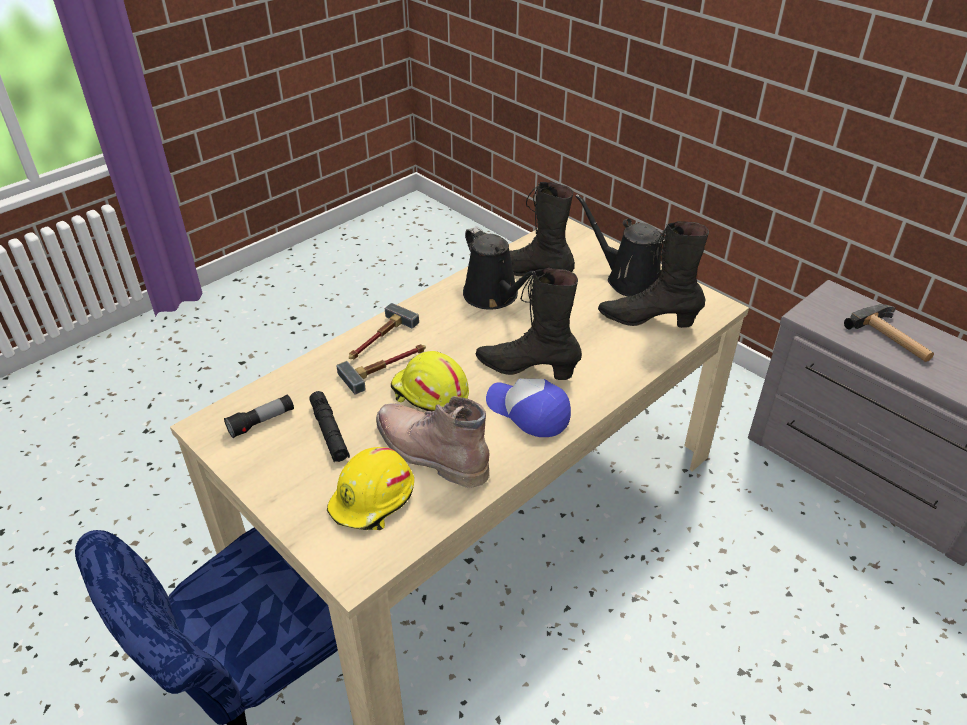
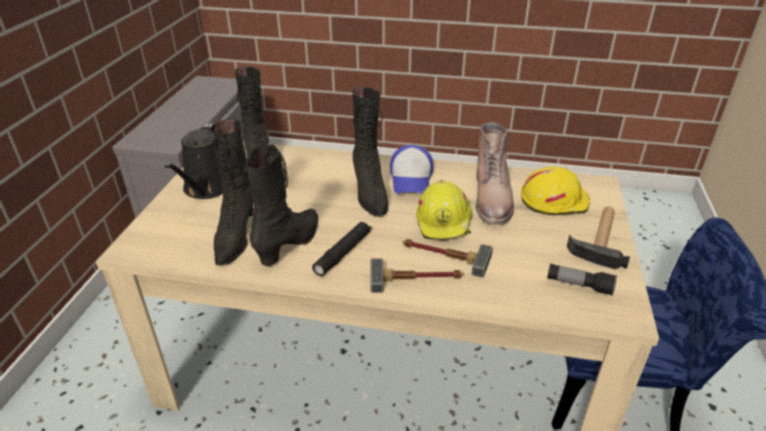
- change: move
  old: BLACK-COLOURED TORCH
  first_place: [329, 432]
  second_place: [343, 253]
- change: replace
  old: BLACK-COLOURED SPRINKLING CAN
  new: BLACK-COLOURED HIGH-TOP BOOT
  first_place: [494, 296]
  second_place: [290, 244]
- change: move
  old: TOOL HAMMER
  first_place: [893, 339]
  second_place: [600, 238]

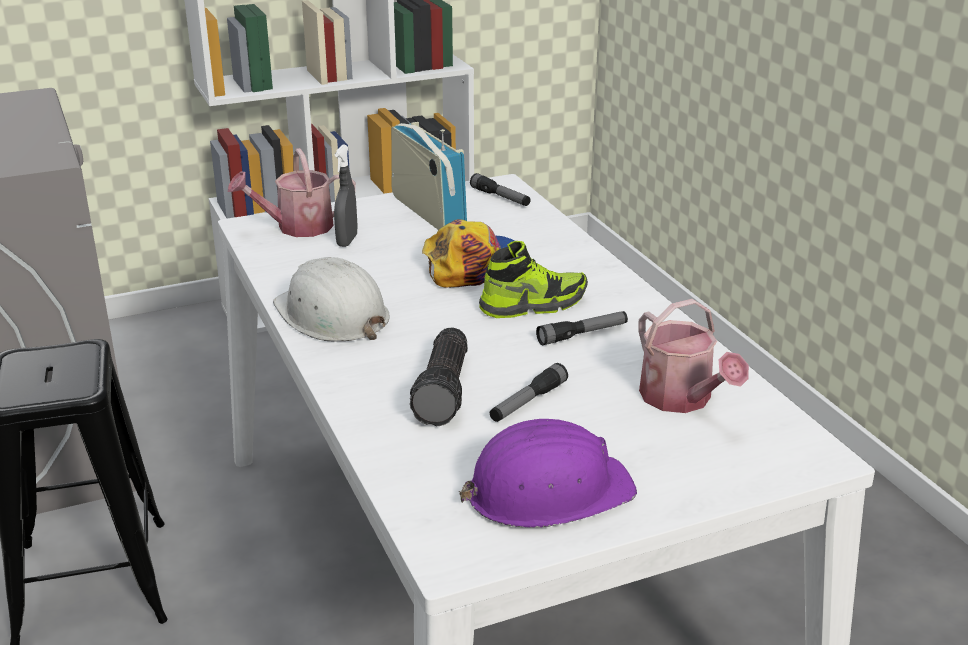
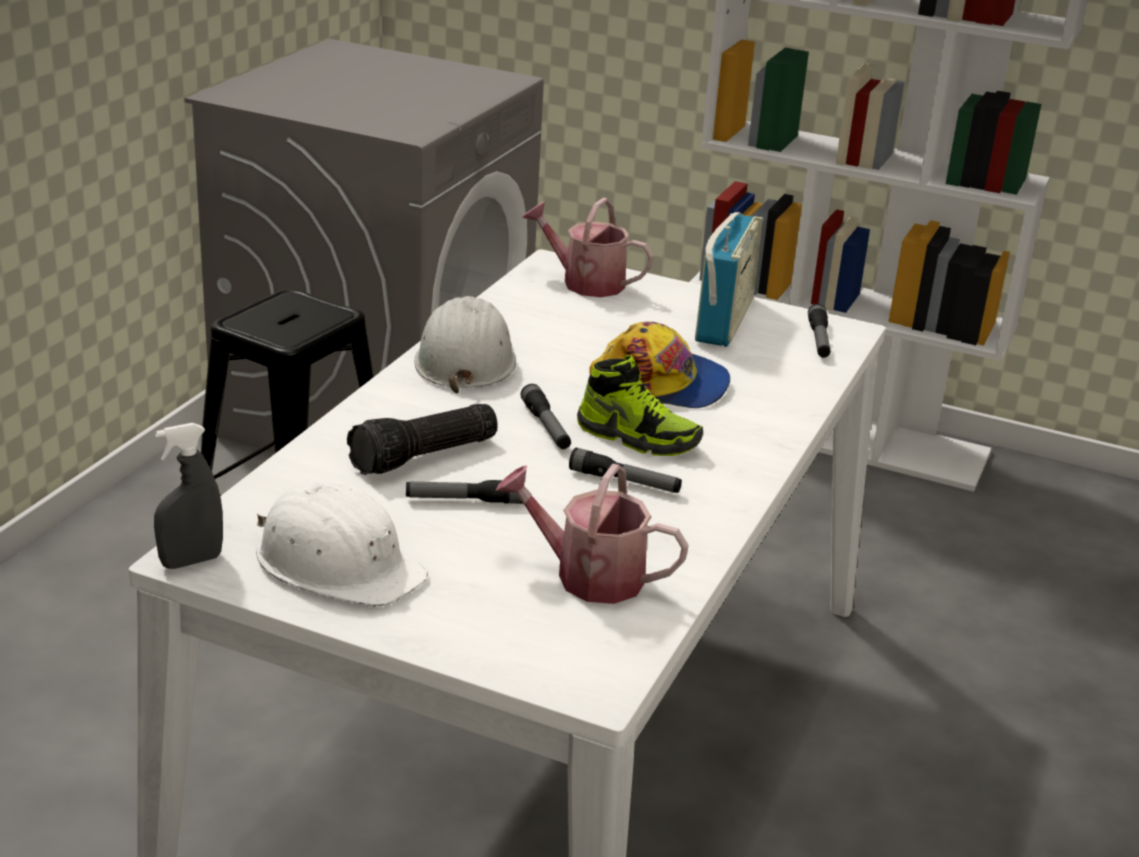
- change: move
  old: GRAY SPRAYER
  first_place: [347, 241]
  second_place: [191, 561]
- change: recolor
  old: PURPLE HARD HAT
  new: WHITE HARD HAT
  first_place: [547, 491]
  second_place: [338, 563]
- change: rotate
  old: SPRINKLING CAN
  first_place: [682, 399]
  second_place: [588, 575]
  degrees: 90
- change: insert
  new: TORCH
  second_place: [546, 427]

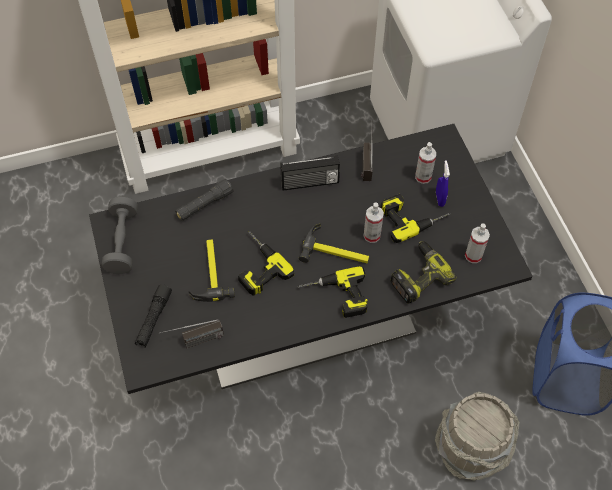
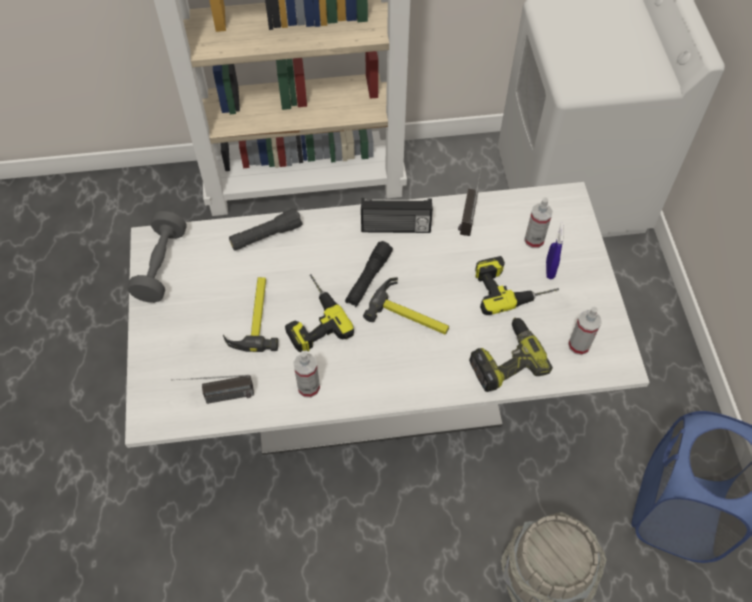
- change: recolor
  old: BLACK-COLOURED DINING TABLE
  new: WHITE DINING TABLE
  first_place: [306, 319]
  second_place: [376, 389]
- change: move
  old: BLACK-COLOURED TORCH
  first_place: [154, 319]
  second_place: [368, 278]
- change: delete
  old: DRILL
  first_place: [335, 297]
- change: move
  old: SPRAYER
  first_place: [372, 235]
  second_place: [308, 387]

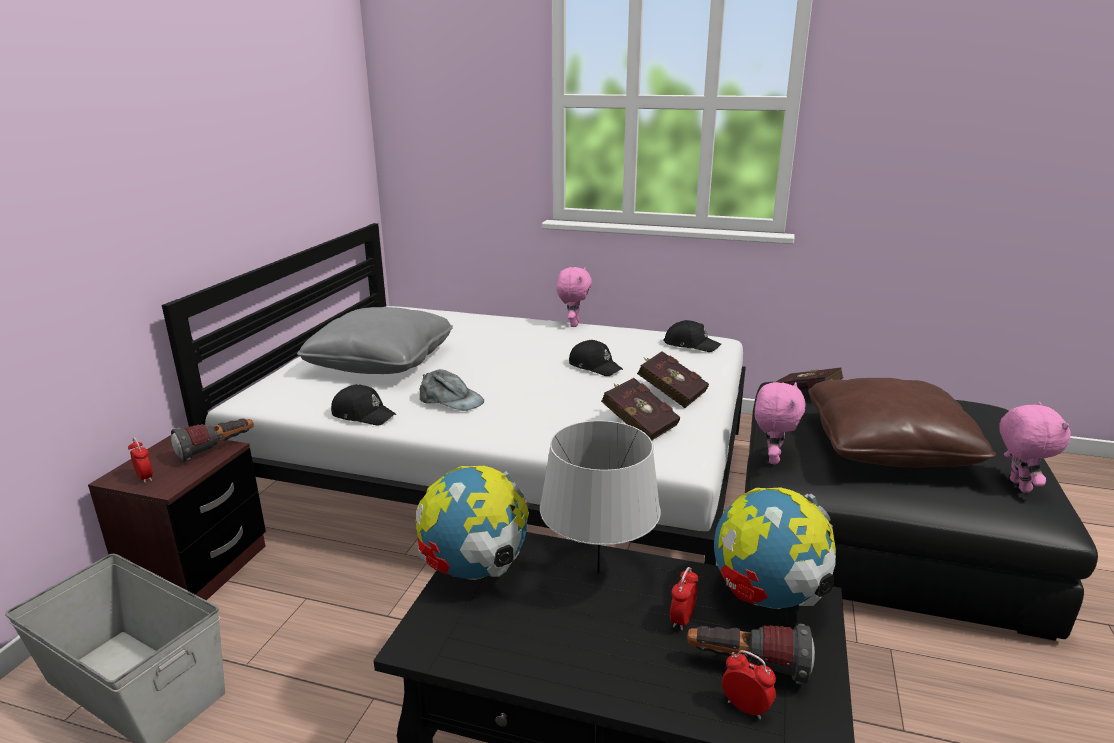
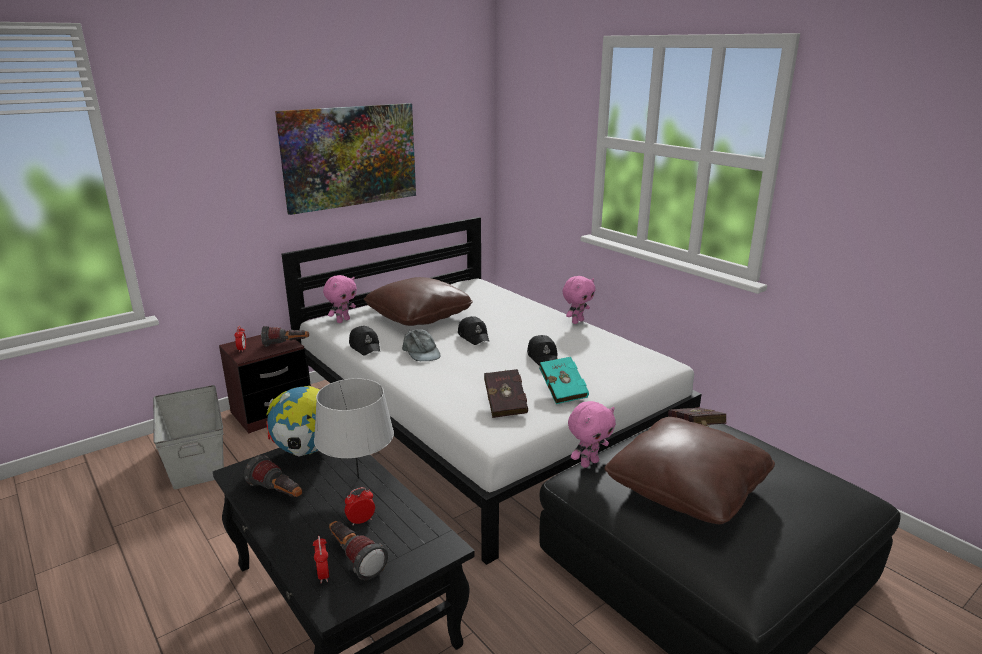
- change: recolor
  old: GRAY PILLOW
  new: BROWN-COLOURED PILLOW
  first_place: [381, 362]
  second_place: [419, 316]
- change: recolor
  old: REDDISH BOUND BOOK
  new: TURQUOISE BOUND BOOK
  first_place: [669, 393]
  second_place: [562, 391]
- change: move
  old: BLACK-COLOURED CAP
  first_place: [691, 344]
  second_place: [474, 336]
- change: delete
  old: GLOBE
  first_place: [767, 597]
- change: move
  old: PINK-COLOURED PLUSH TOY
  first_place: [1017, 486]
  second_place: [343, 320]
- change: insert
  new: TORCH
  second_place: [278, 493]
- change: insert
  new: WALL PICTURE
  second_place: [350, 156]

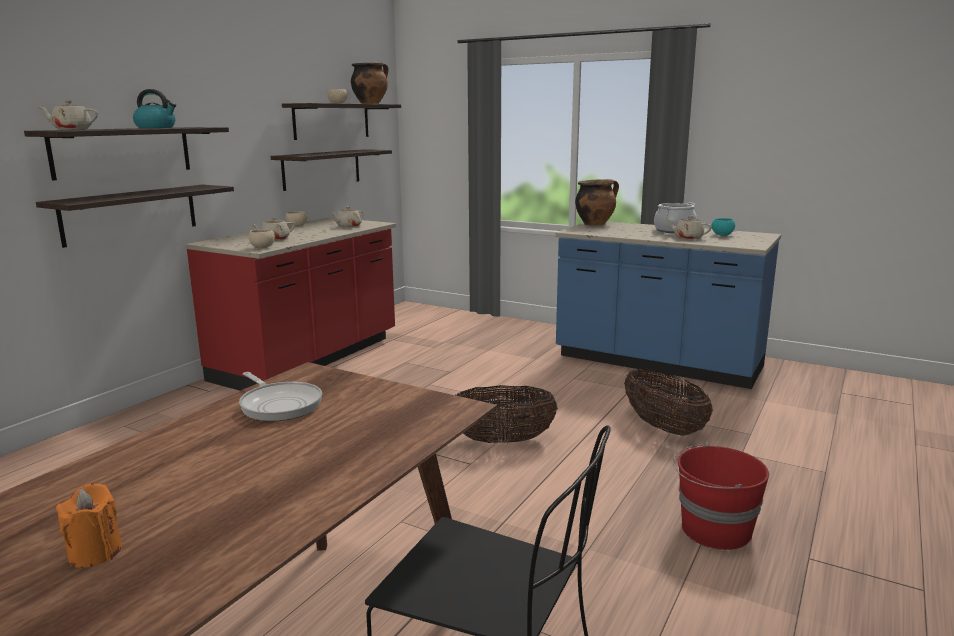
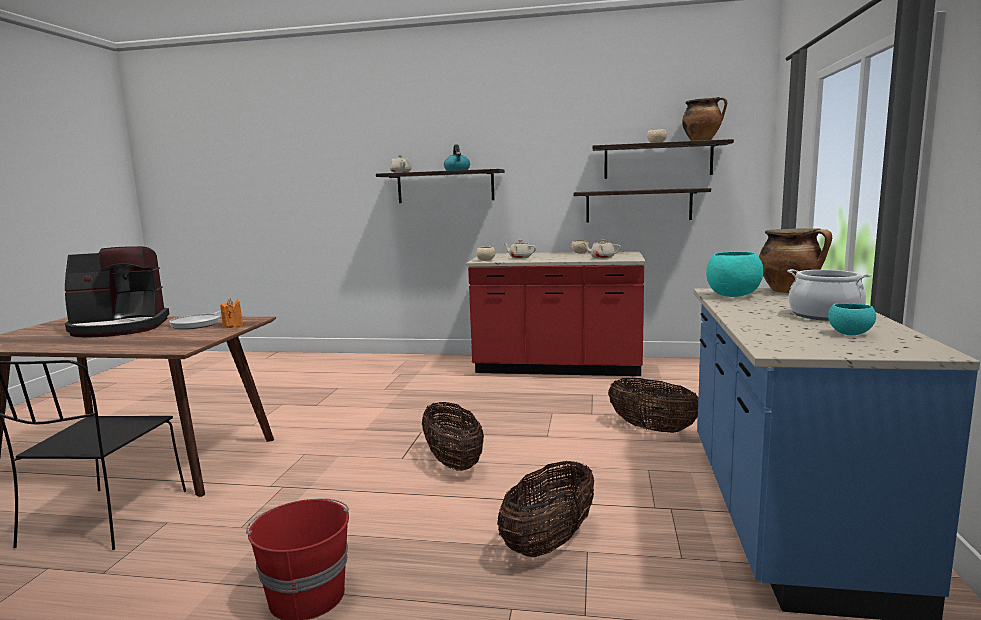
- change: delete
  old: WALL SHELF
  first_place: [131, 214]
- change: move
  old: ORANGE-COLOURED CANDLE
  first_place: [95, 553]
  second_place: [233, 326]
- change: delete
  old: BEIGE POT FOR TEA
  first_place: [687, 238]
- change: insert
  new: COFFEE MAKER
  second_place: [119, 328]
- change: insert
  new: BASKET
  second_place: [652, 429]
- change: insert
  new: TURQUOISE BOWL
  second_place: [733, 296]

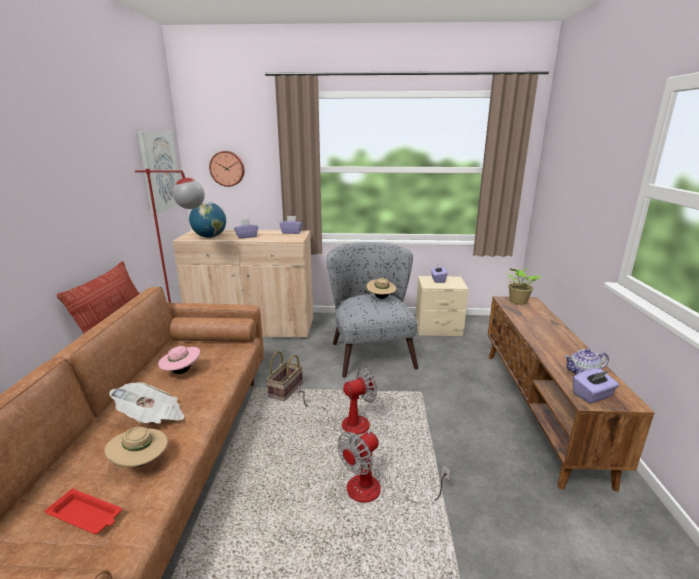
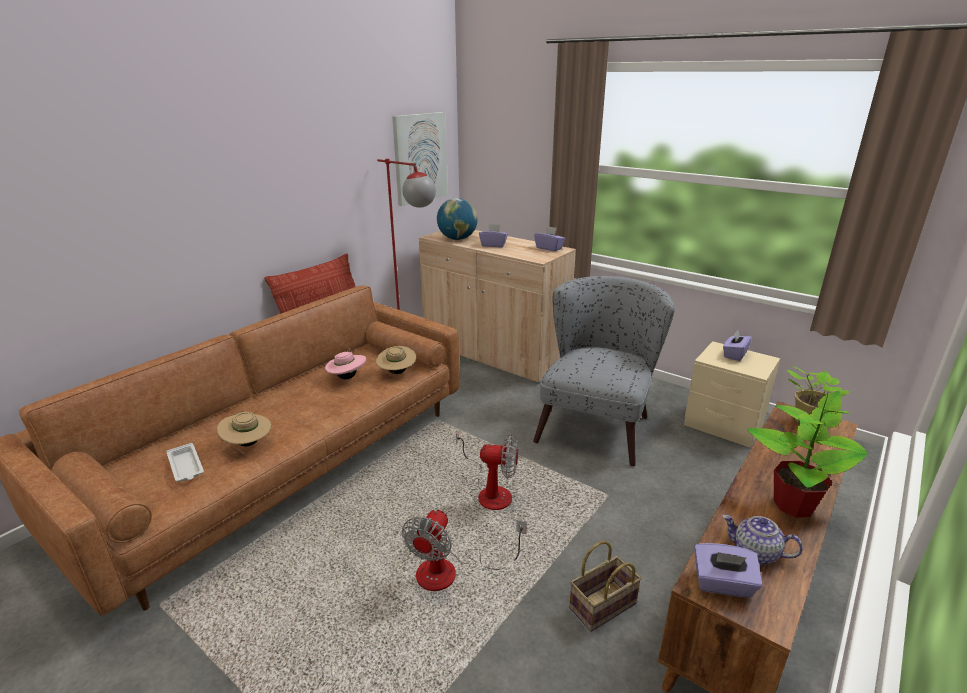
- change: recolor
  old: REDDISH CARRYING TRAY
  new: WHITE CARRYING TRAY
  first_place: [86, 515]
  second_place: [186, 466]
- change: delete
  old: PRINTED PAPER
  first_place: [152, 417]
- change: delete
  old: CLOCK ON THE WALL
  first_place: [227, 168]
- change: move
  old: BASKET
  first_place: [286, 390]
  second_place: [602, 607]
- change: rotate
  old: COOLING FAN
  first_place: [377, 491]
  second_place: [451, 572]
  degrees: -60
- change: move
  old: BEIGE HAT
  first_place: [381, 298]
  second_place: [397, 372]
- change: insert
  new: POTTED PLANT
  second_place: [793, 504]

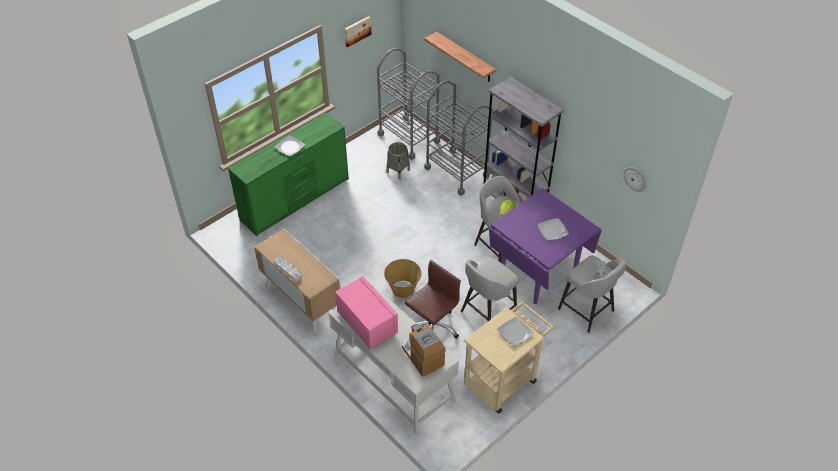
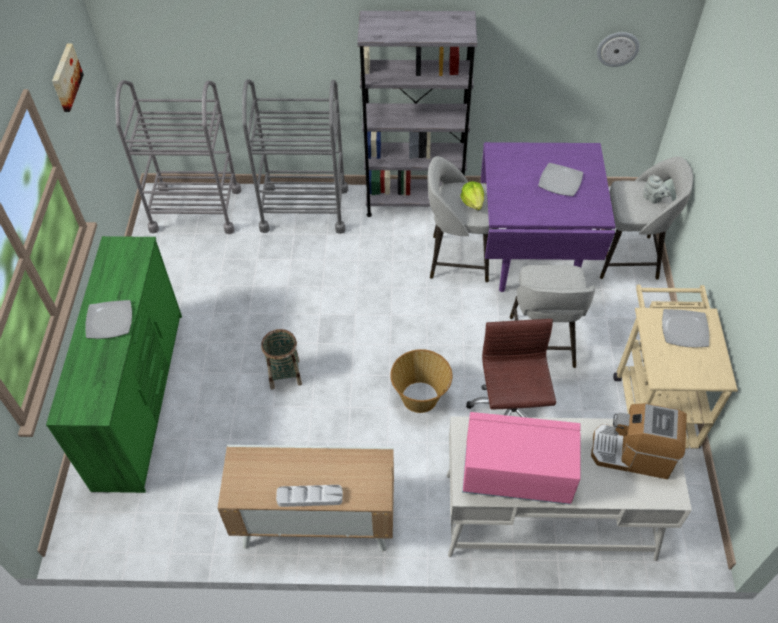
- change: move
  old: BASKET
  first_place: [398, 171]
  second_place: [284, 374]
- change: delete
  old: WALL SHELF
  first_place: [465, 57]

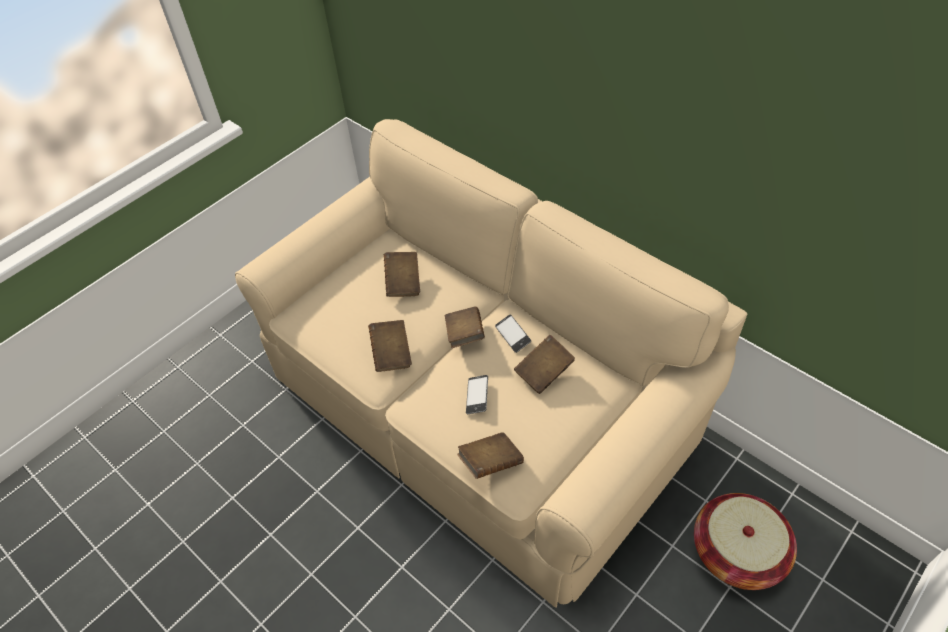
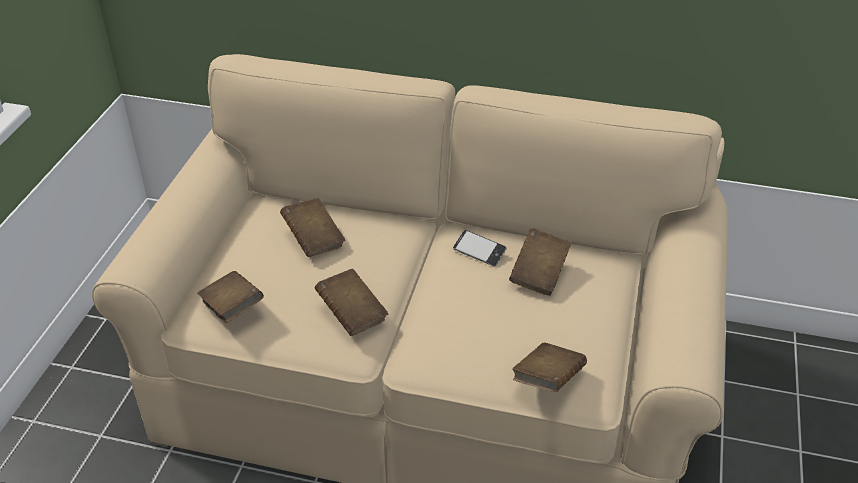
- change: move
  old: BROWN-COLOURED BOUND BOOK
  first_place: [464, 335]
  second_place: [232, 308]
- change: delete
  old: PHONE
  first_place: [477, 396]
- change: delete
  old: BASKET
  first_place: [737, 552]

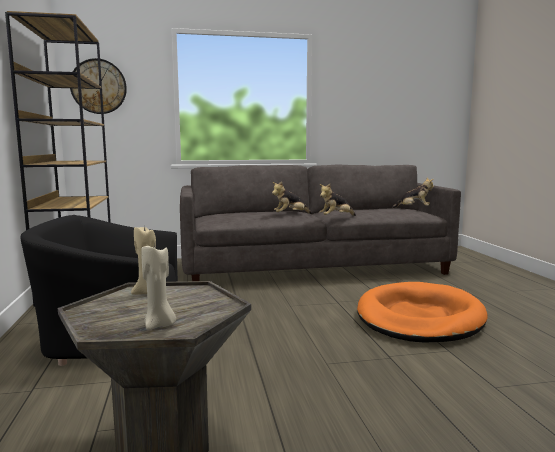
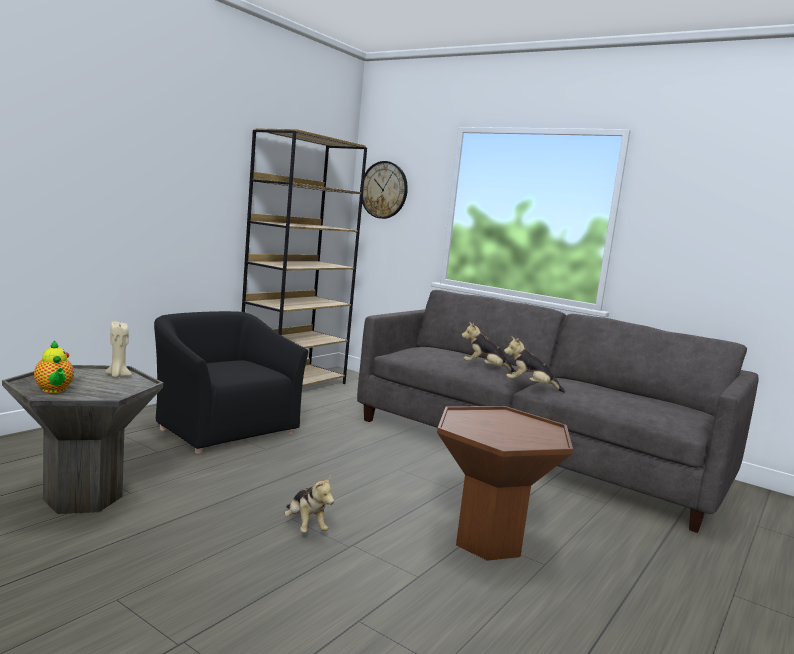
- change: replace
  old: BEIGE CANDLE
  new: POT FOR TEA
  first_place: [159, 325]
  second_place: [54, 390]
- change: replace
  old: ORANGE-COLOURED PET BED
  new: BROWN-COLOURED ACCENT TABLE
  first_place: [419, 318]
  second_place: [488, 542]
- change: move
  old: PLUSH TOY
  first_place: [414, 209]
  second_place: [305, 526]

